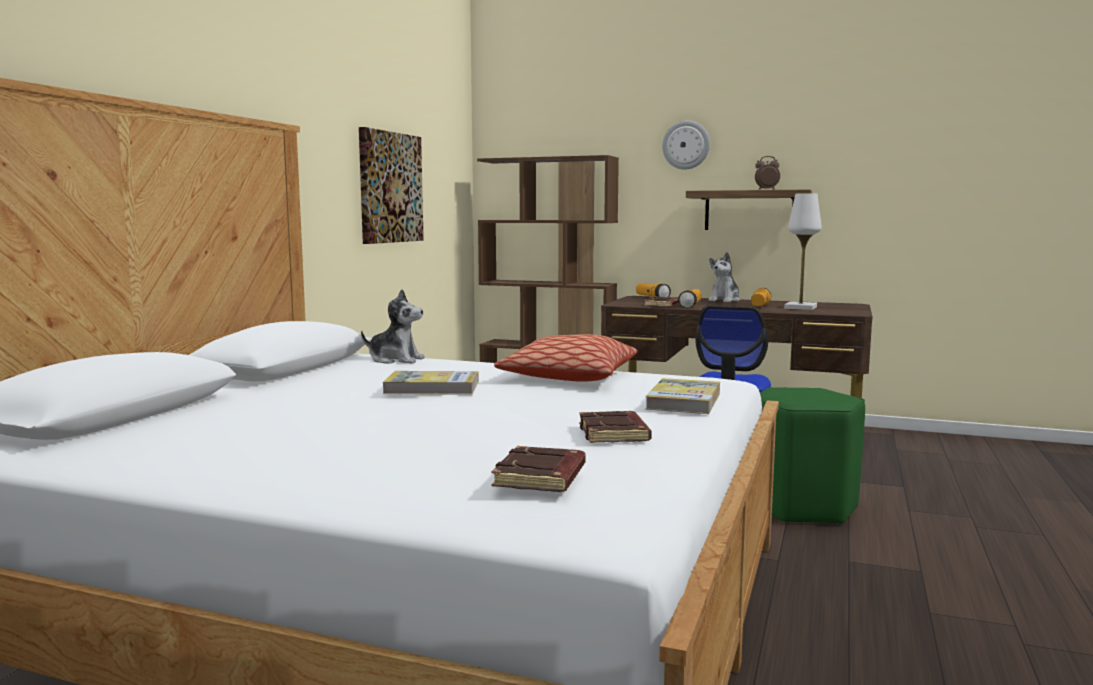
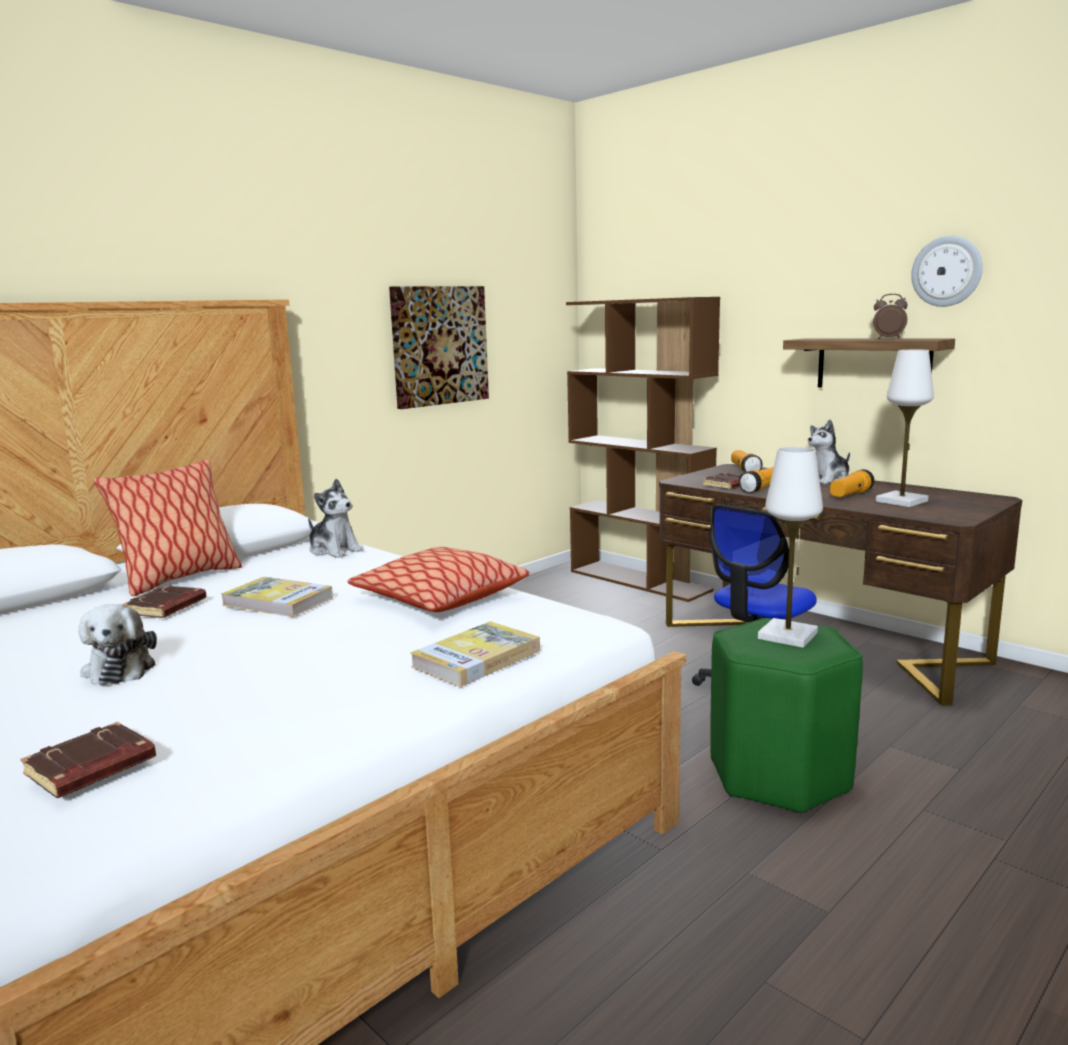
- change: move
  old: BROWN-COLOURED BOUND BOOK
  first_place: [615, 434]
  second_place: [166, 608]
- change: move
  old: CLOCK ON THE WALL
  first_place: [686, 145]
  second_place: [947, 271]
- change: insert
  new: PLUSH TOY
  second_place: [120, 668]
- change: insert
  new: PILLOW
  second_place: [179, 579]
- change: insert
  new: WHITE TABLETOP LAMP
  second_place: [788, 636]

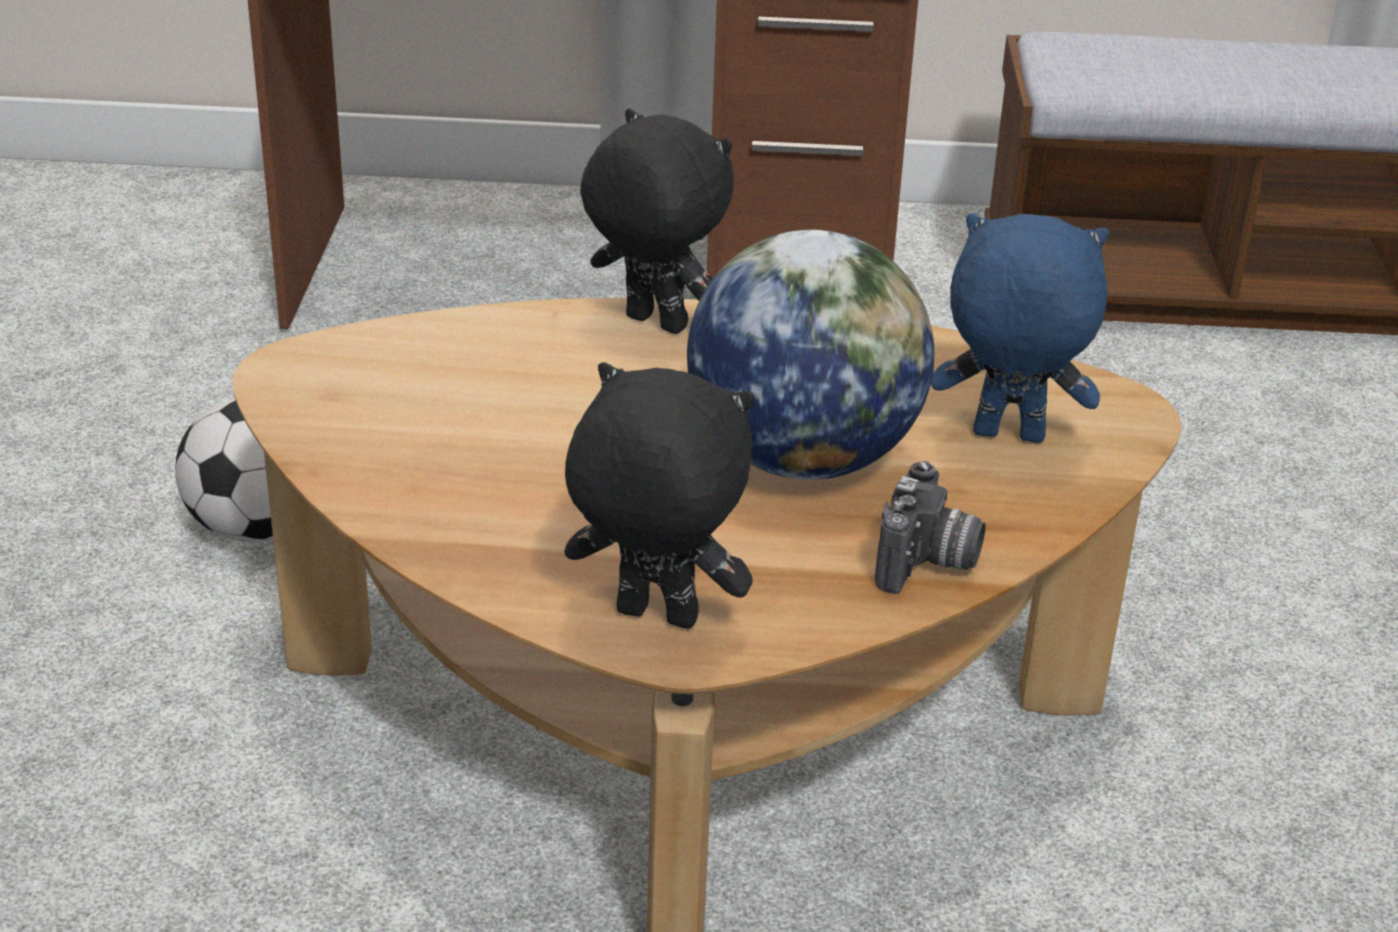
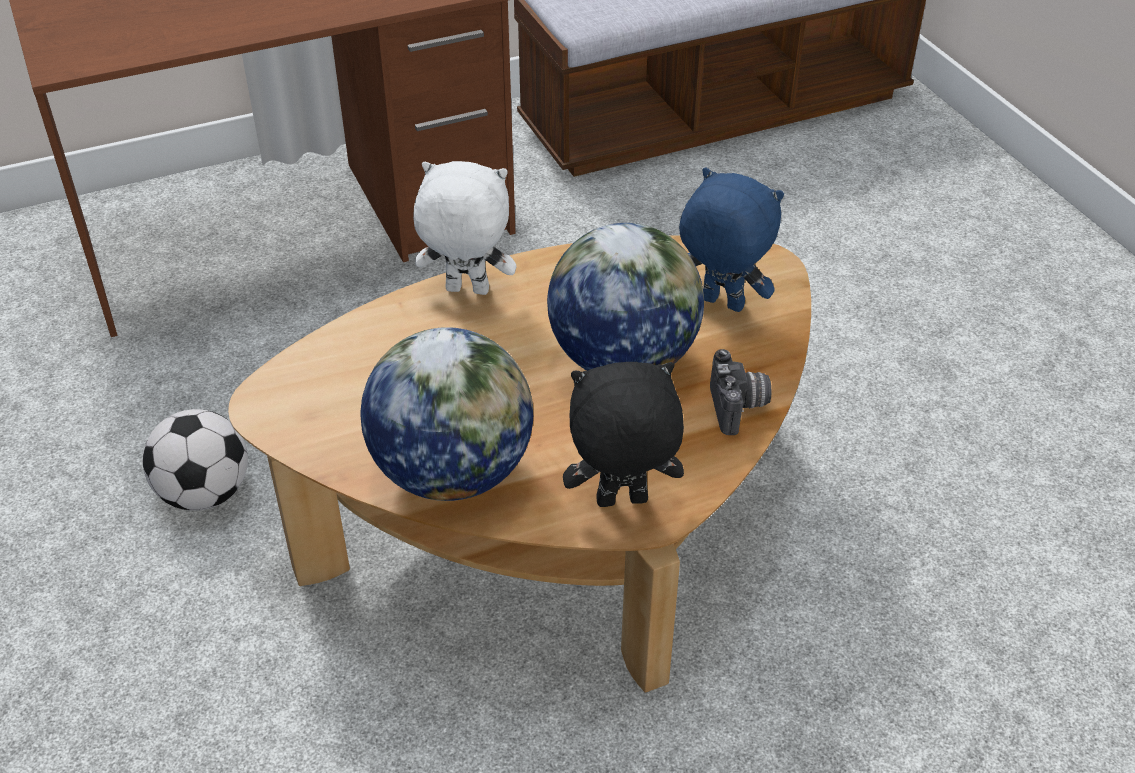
- change: recolor
  old: BLACK-COLOURED PLUSH TOY
  new: WHITE PLUSH TOY
  first_place: [653, 324]
  second_place: [466, 291]
- change: rotate
  old: BLUE-COLOURED PLUSH TOY
  first_place: [1006, 437]
  second_place: [720, 304]
  degrees: 45
- change: insert
  new: GLOBE
  second_place: [452, 473]

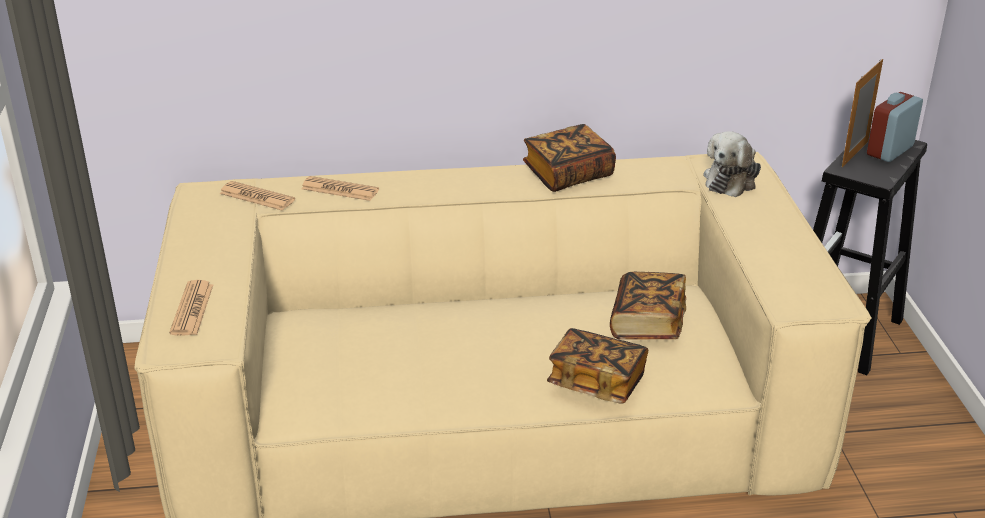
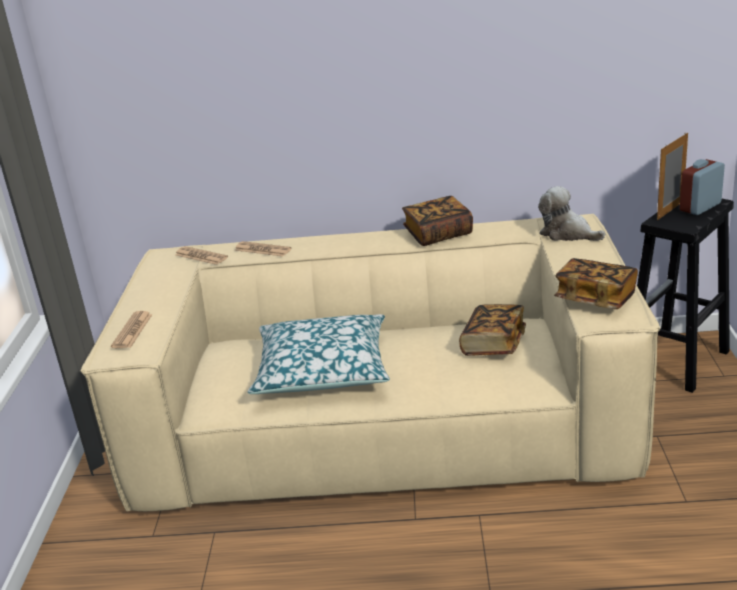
- change: move
  old: BOUND BOOK
  first_place: [596, 382]
  second_place: [595, 299]
- change: rotate
  old: PLUSH TOY
  first_place: [731, 180]
  second_place: [567, 234]
  degrees: 90
- change: insert
  new: PILLOW
  second_place: [322, 369]

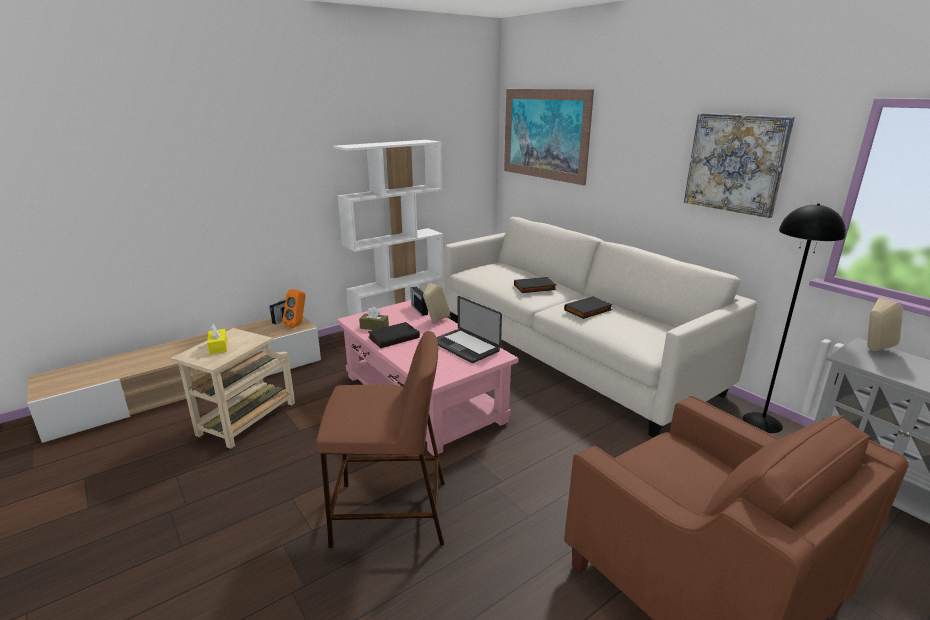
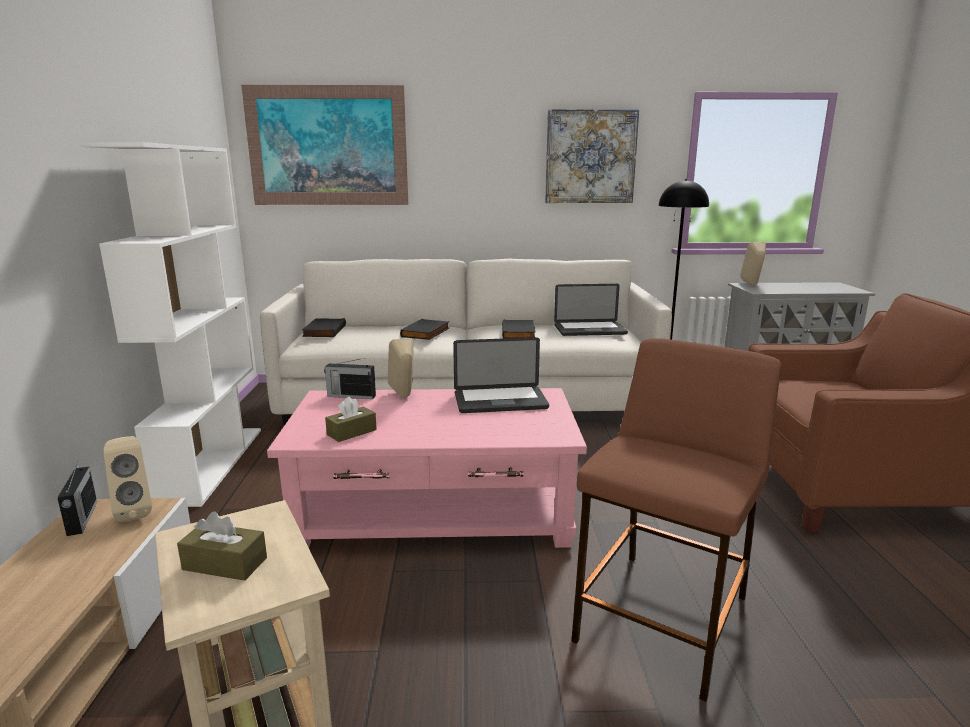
- change: recolor
  old: YELLOWISH TISSUE BOX
  new: BROWN-COLOURED TISSUE BOX
  first_place: [218, 347]
  second_place: [225, 564]
- change: recolor
  old: ORANGE-COLOURED SPEAKER
  new: BEIGE SPEAKER
  first_place: [298, 324]
  second_place: [135, 511]
- change: move
  old: BLACK-COLOURED BOUND BOOK
  first_place: [393, 337]
  second_place: [323, 331]
- change: insert
  new: NOTEBOOK COMPUTER
  second_place: [590, 330]

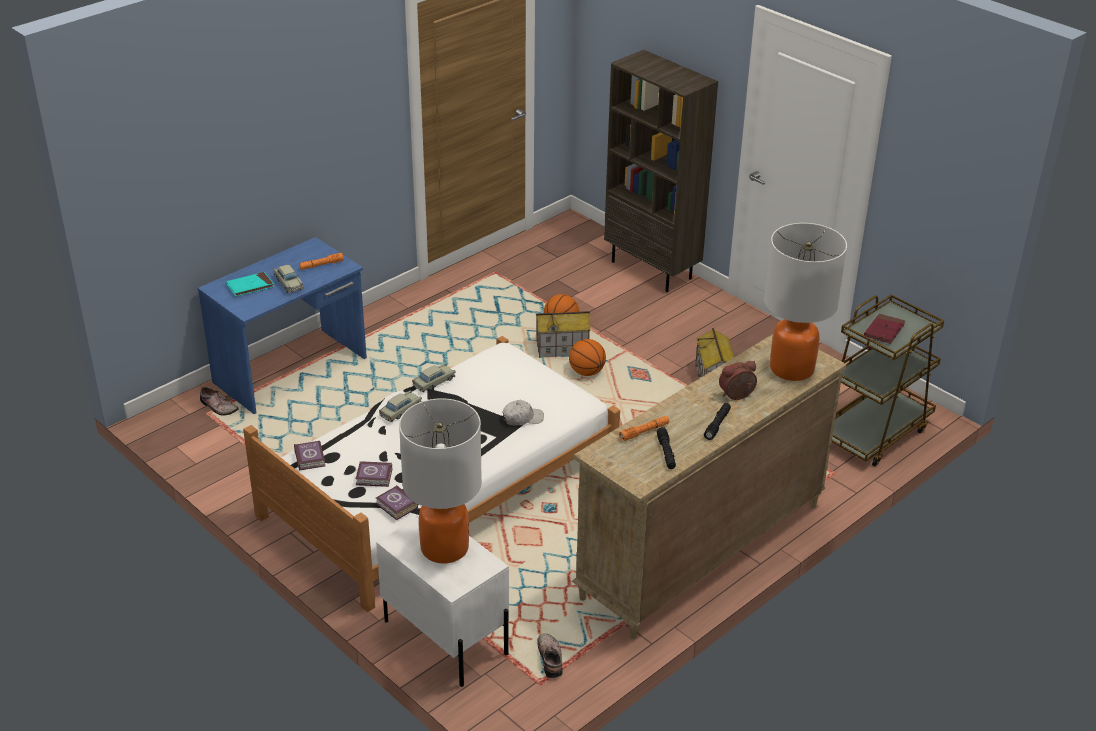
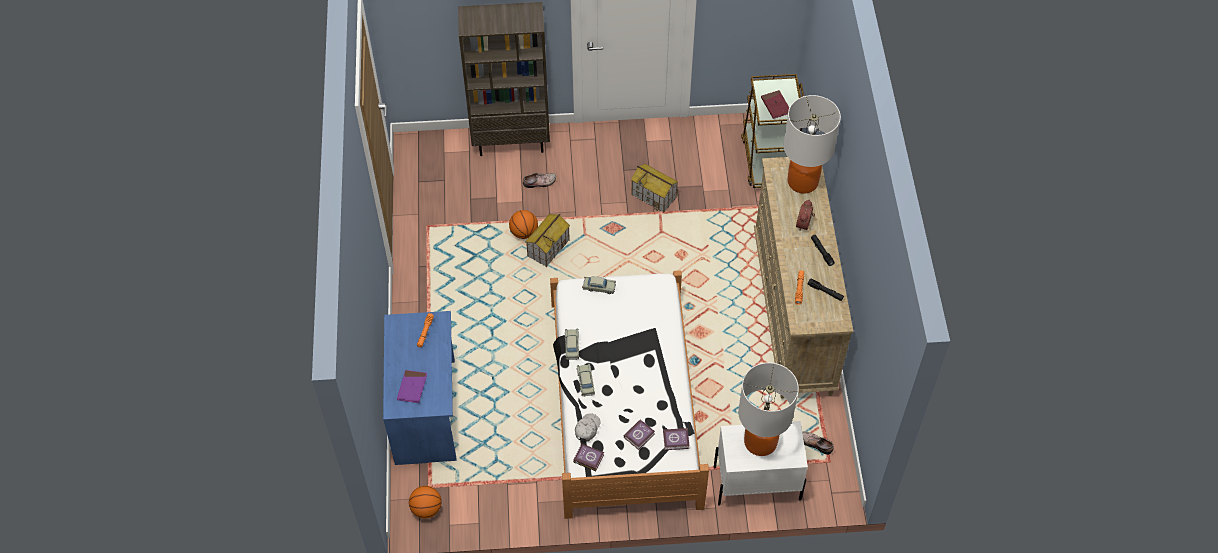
- change: move
  old: SHOE
  first_place: [218, 407]
  second_place: [540, 183]
- change: recolor
  old: TURQUOISE BOUND BOOK
  new: PURPLE BOUND BOOK
  first_place: [250, 286]
  second_place: [412, 387]
- change: move
  old: BEIGE MINIATURE CAR
  first_place: [289, 283]
  second_place: [599, 287]
- change: move
  old: WHITE CAP
  first_place: [522, 418]
  second_place: [587, 429]
- change: move
  old: BALL FOR BASKETBALL
  first_place: [586, 372]
  second_place: [426, 509]

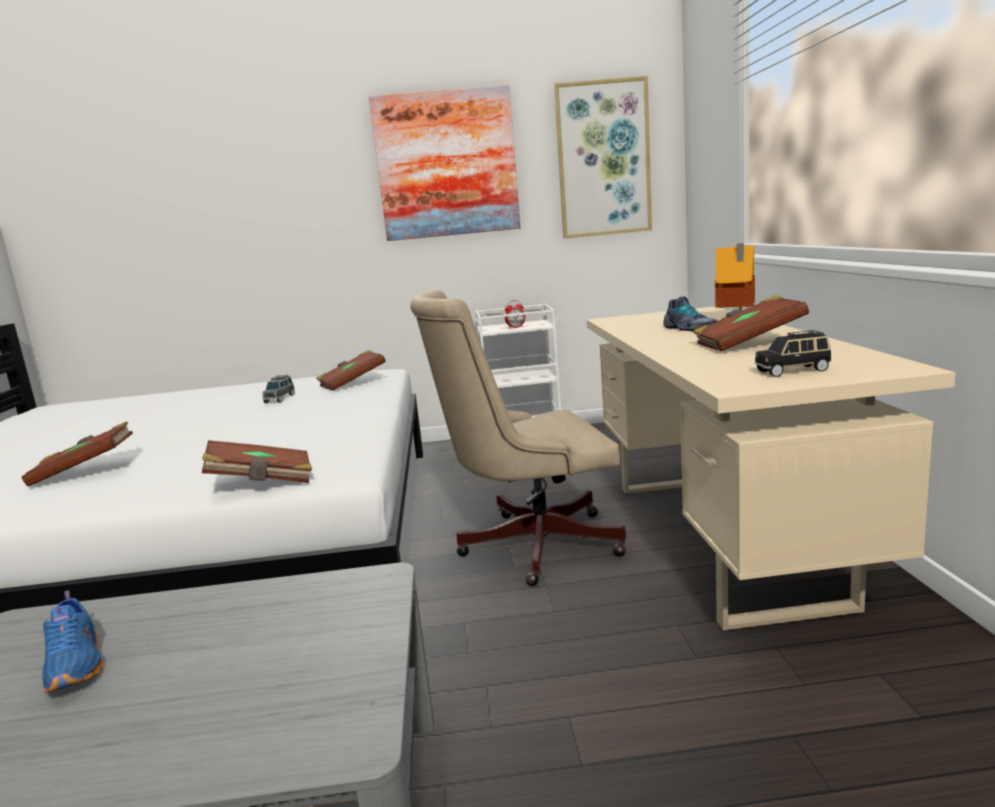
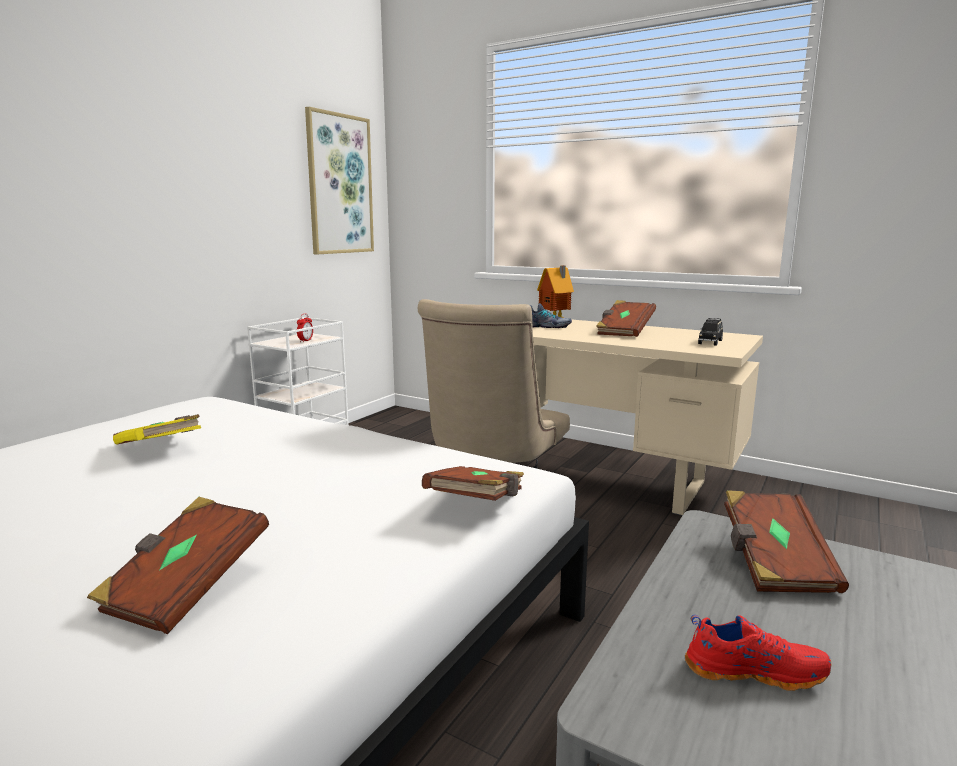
- change: recolor
  old: BLUE-COLOURED SHOE
  new: REDDISH SHOE
  first_place: [77, 665]
  second_place: [753, 670]
- change: replace
  old: GRAY MINIATURE CAR
  new: YELLOWISH BOUND BOOK
  first_place: [280, 399]
  second_place: [161, 448]
- change: move
  old: BROWN-COLOURED BOUND BOOK
  first_place: [352, 383]
  second_place: [774, 563]
- change: delete
  old: WALL PICTURE
  first_place: [446, 164]

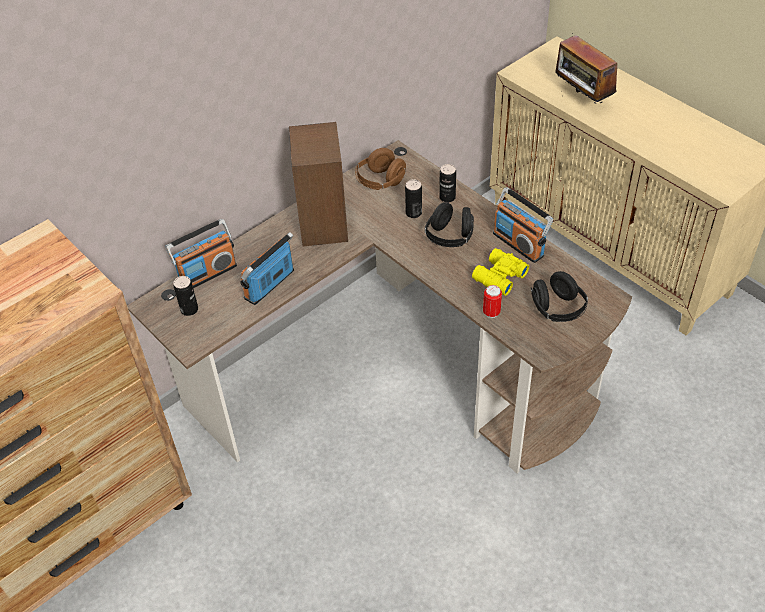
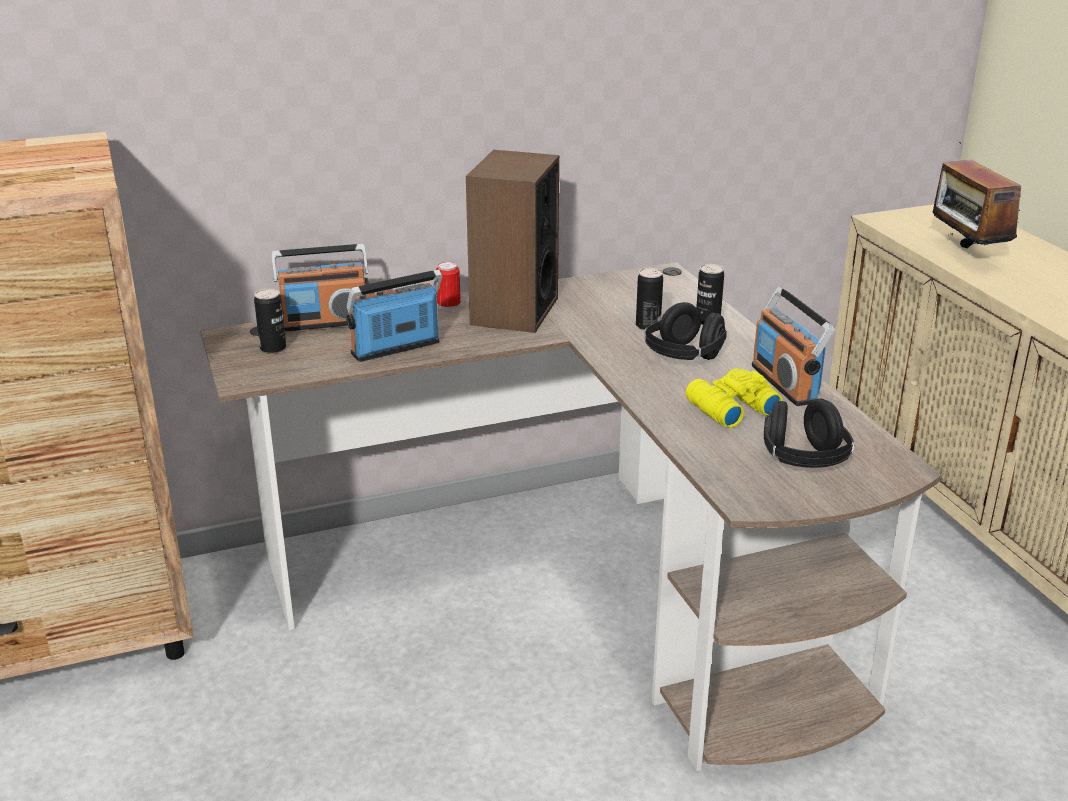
- change: delete
  old: BROWN-COLOURED HEADPHONES
  first_place: [380, 181]
- change: move
  old: METAL CAN
  first_place: [491, 312]
  second_place: [449, 306]

